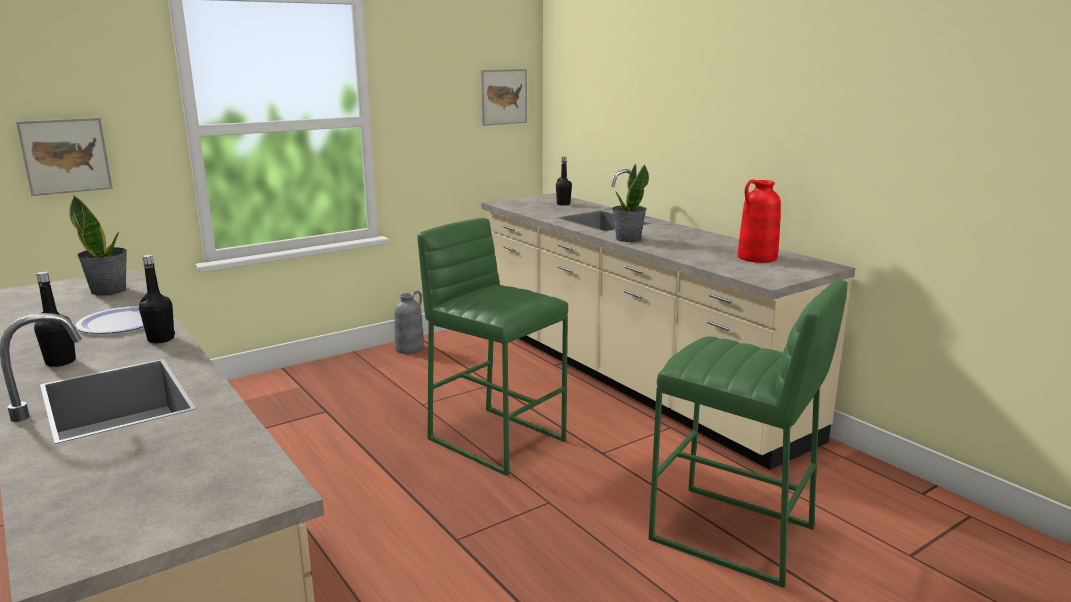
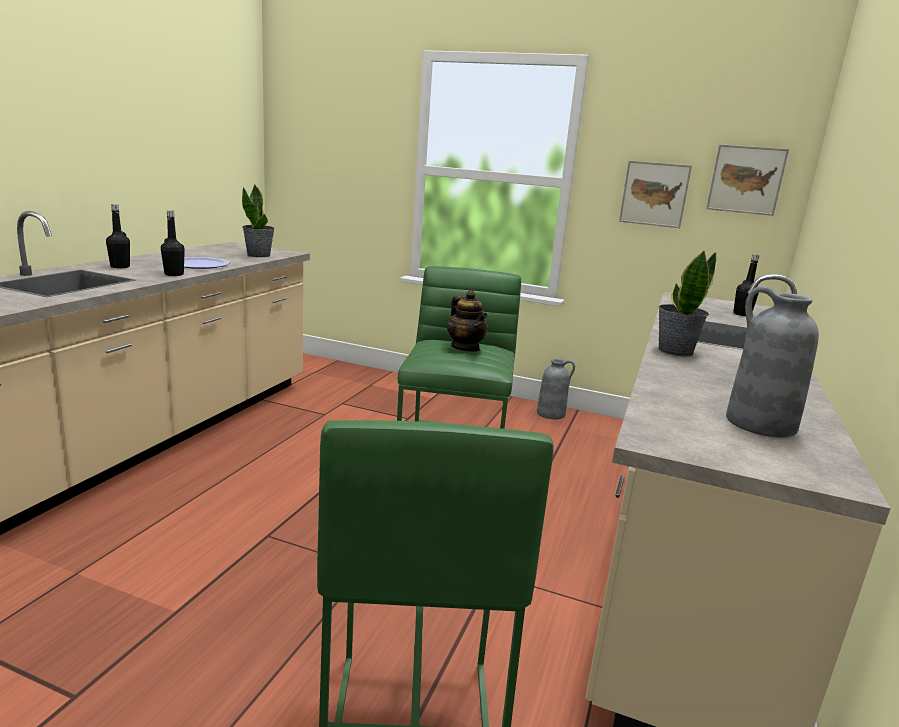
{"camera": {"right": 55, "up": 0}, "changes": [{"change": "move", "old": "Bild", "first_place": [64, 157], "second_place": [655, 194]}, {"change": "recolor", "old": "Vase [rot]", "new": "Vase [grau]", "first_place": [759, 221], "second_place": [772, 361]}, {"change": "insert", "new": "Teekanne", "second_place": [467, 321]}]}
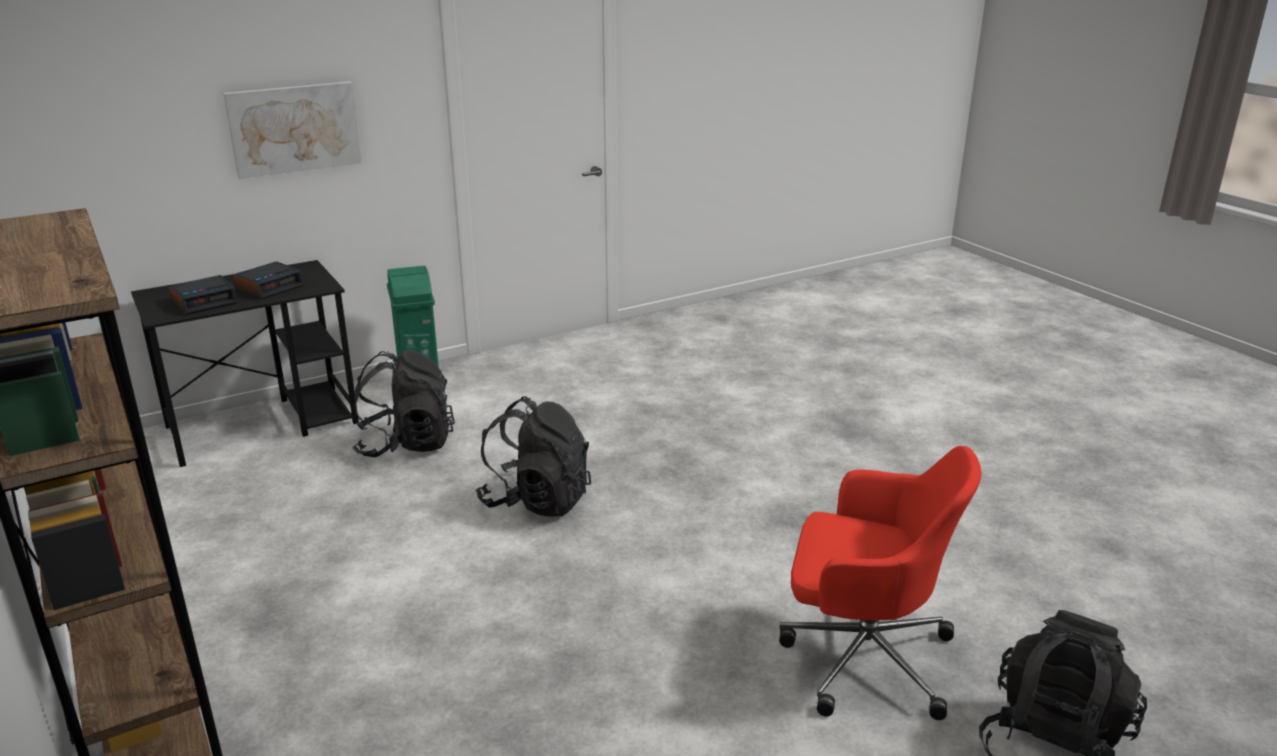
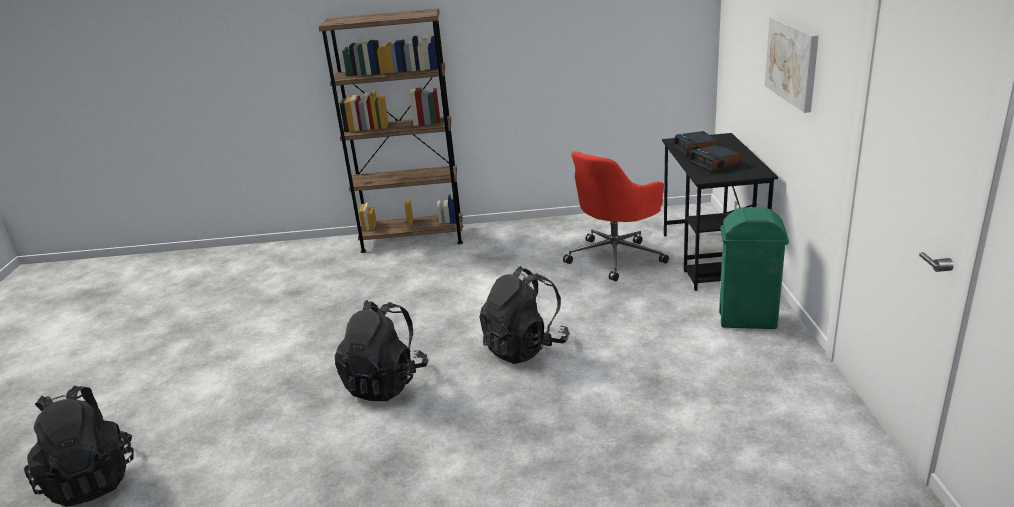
{"camera": {"right": 120, "up": 0}, "changes": [{"change": "move", "old": "Rucksack [schwarz]", "first_place": [403, 403], "second_place": [382, 350]}, {"change": "move", "old": "Bürostuhl [rot]", "first_place": [880, 583], "second_place": [616, 216]}]}
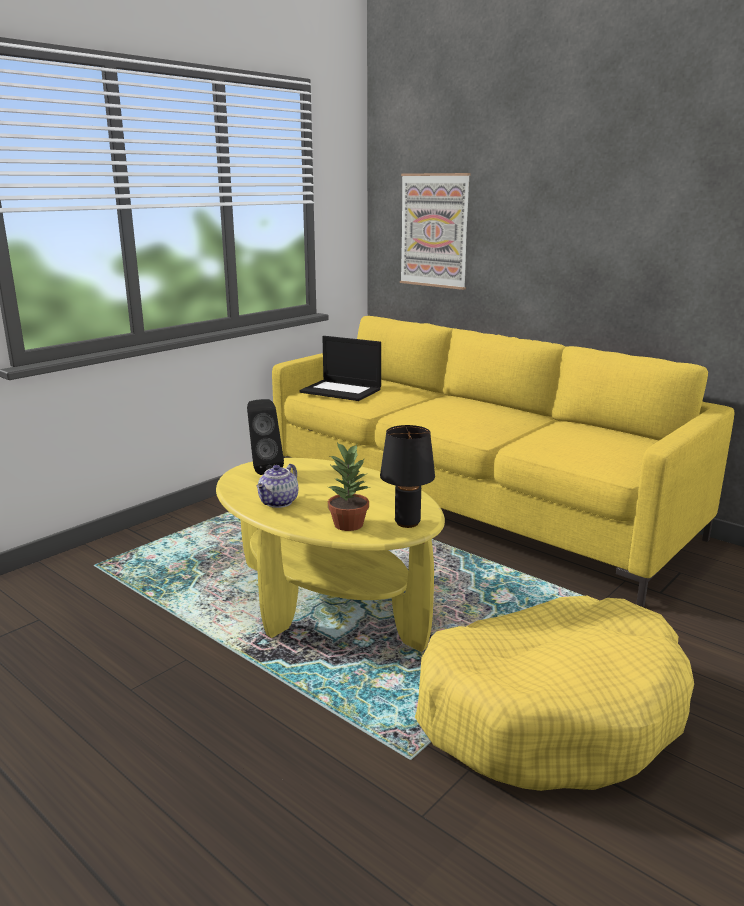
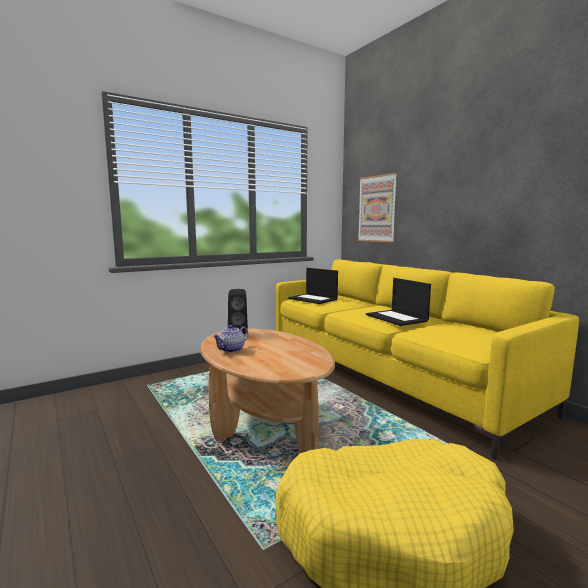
{"camera": {"right": 15, "up": -10}, "changes": [{"change": "recolor", "old": "Couchtisch [gelb]", "new": "Couchtisch [braun]", "first_place": [330, 555], "second_place": [267, 390]}, {"change": "delete", "old": "Topfpflanze", "first_place": [349, 486]}, {"change": "delete", "old": "Tischlampe [schwarz]", "first_place": [407, 476]}, {"change": "insert", "new": "Laptop", "second_place": [398, 302]}]}
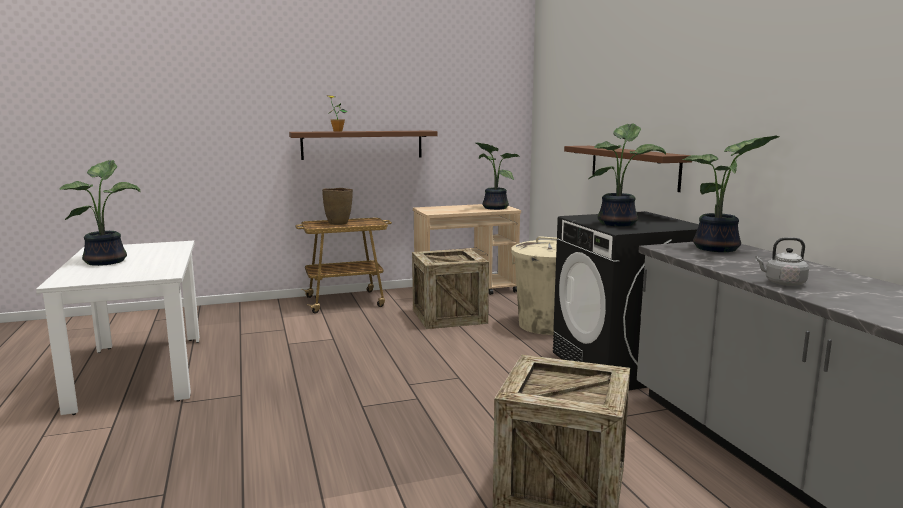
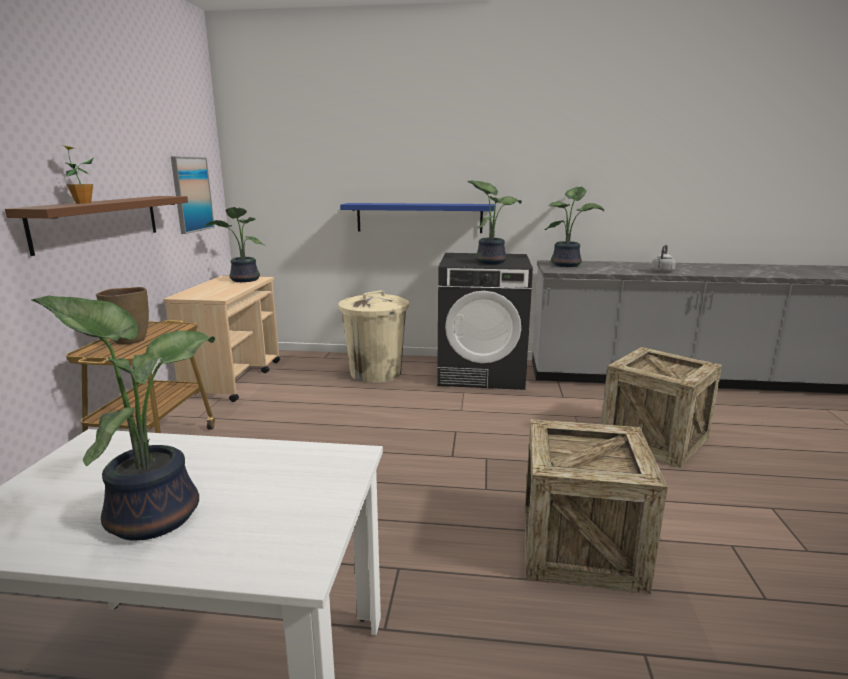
{"camera": {"right": -65, "up": 5}, "changes": [{"change": "move", "old": "Kiste", "first_place": [450, 289], "second_place": [596, 506]}, {"change": "recolor", "old": "Wandregal [braun]", "new": "Wandregal [blau]", "first_place": [628, 169], "second_place": [417, 218]}, {"change": "insert", "new": "Bild", "second_place": [193, 195]}]}
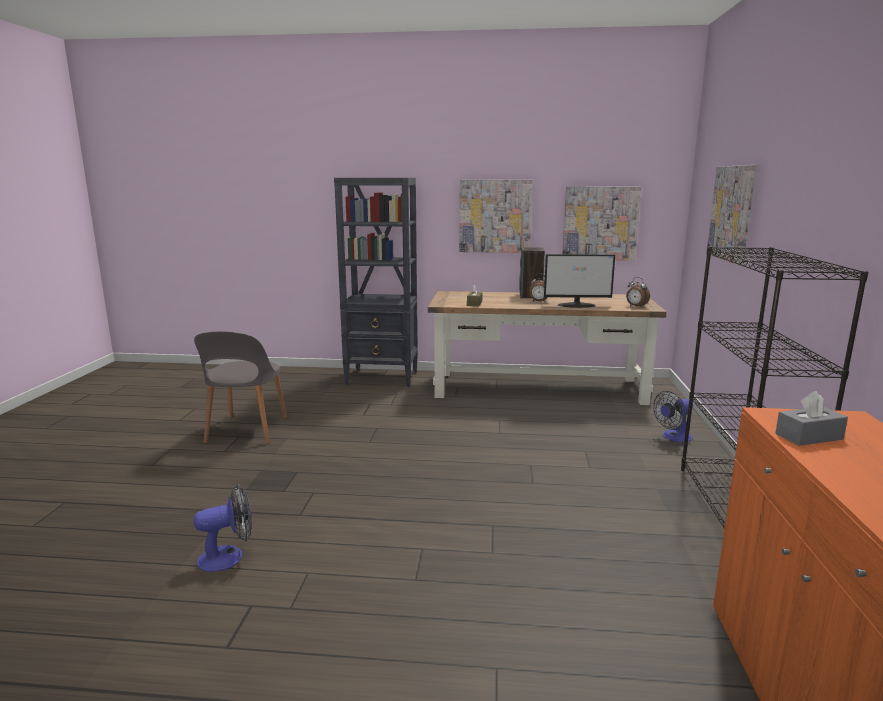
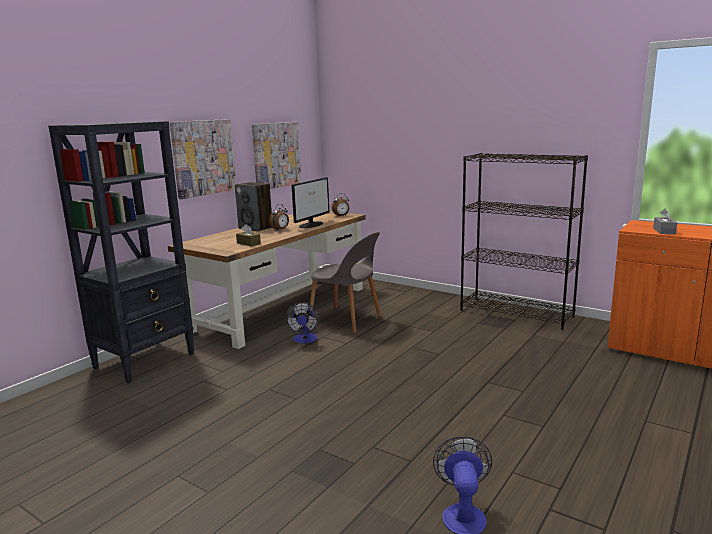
{"camera": {"right": -60, "up": 0}, "changes": [{"change": "move", "old": "Stuhl [grau]", "first_place": [240, 388], "second_place": [345, 282]}, {"change": "move", "old": "Ventilator", "first_place": [673, 416], "second_place": [302, 322]}, {"change": "delete", "old": "Bild", "first_place": [731, 215]}]}
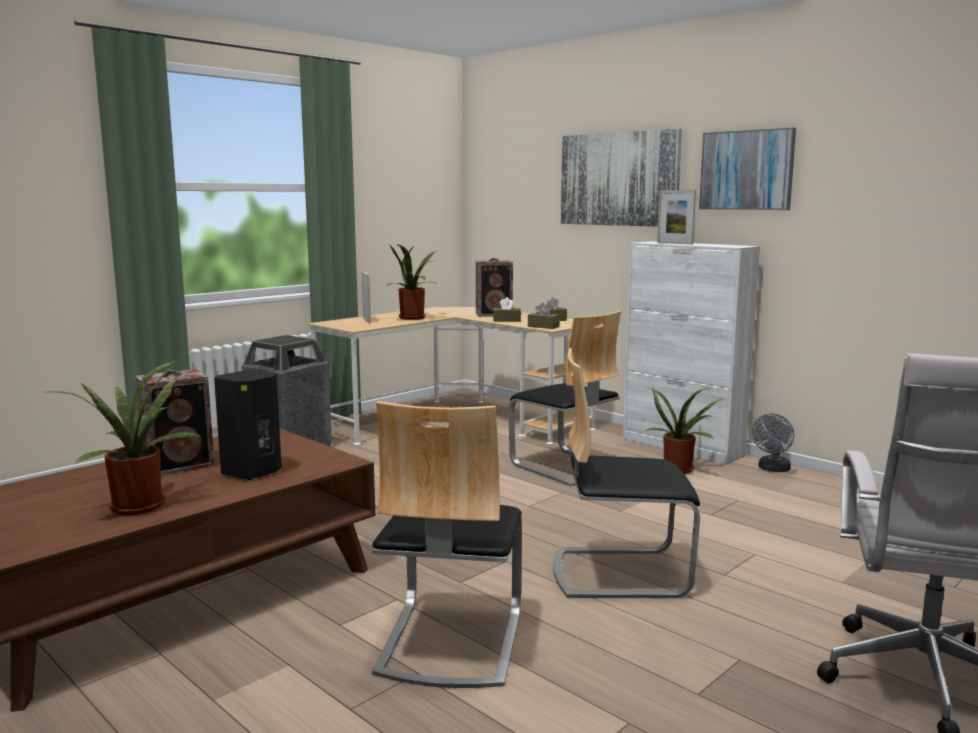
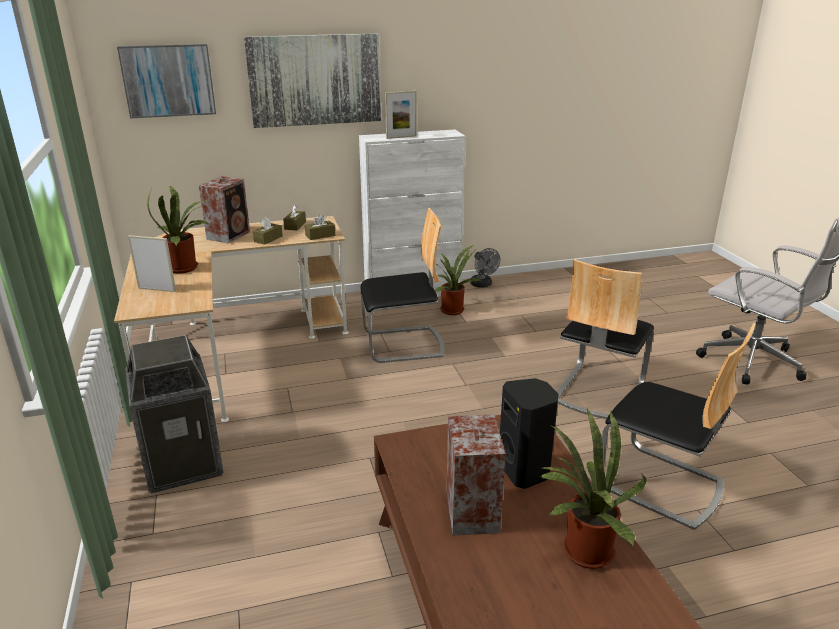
{"camera": {"right": -60, "up": 15}, "changes": [{"change": "move", "old": "Bild", "first_place": [747, 169], "second_place": [166, 81]}]}
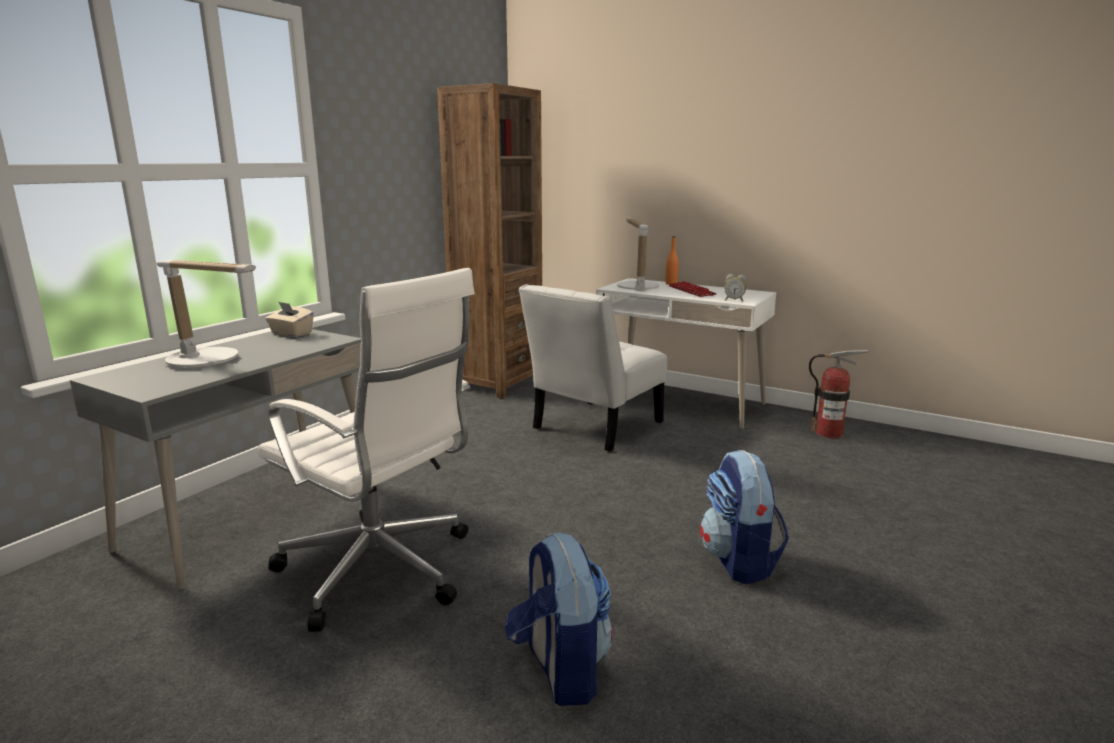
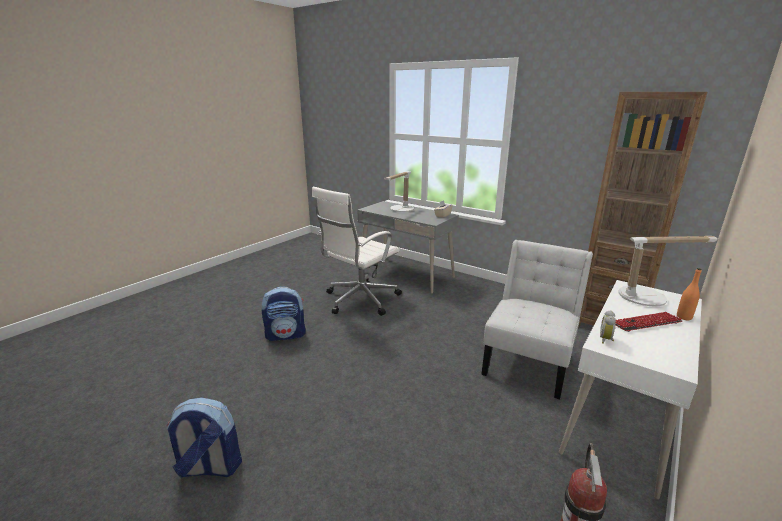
{"camera": {"right": 95, "up": 5}, "changes": [{"change": "rotate", "old": "Stuhl [weiß]", "first_place": [593, 368], "second_place": [537, 320], "degrees": 75}, {"change": "move", "old": "Rucksack", "first_place": [744, 517], "second_place": [204, 437]}]}
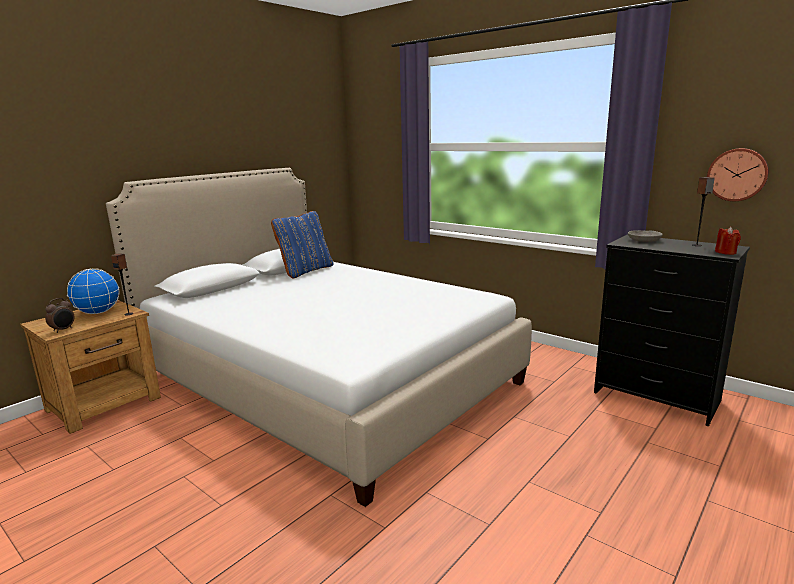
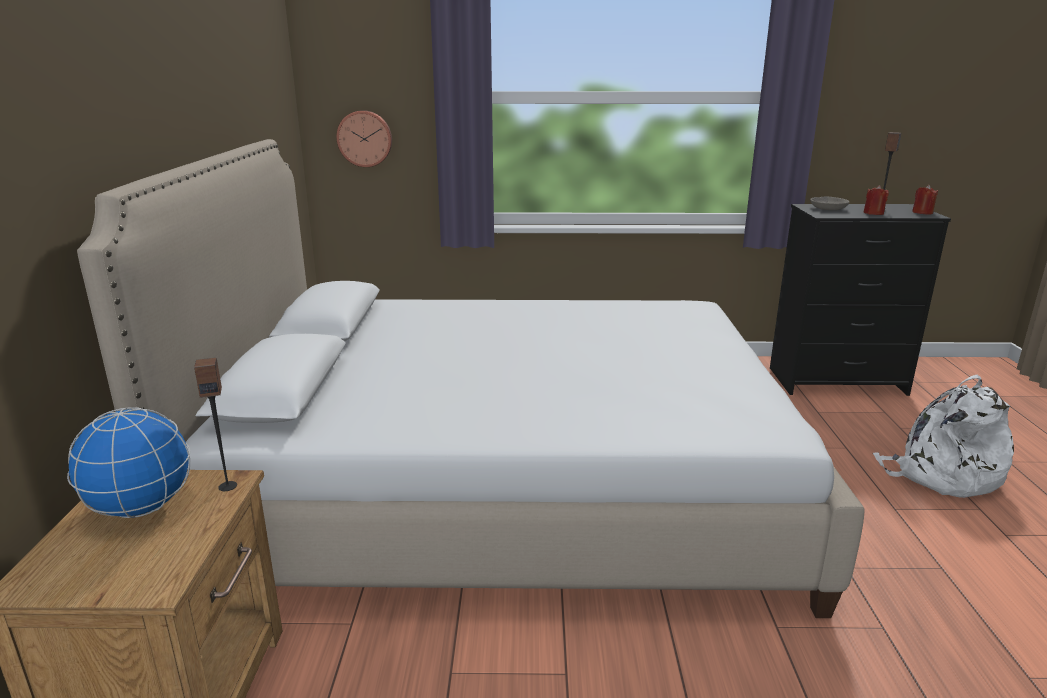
{"camera": {"right": -40, "up": 5}, "changes": [{"change": "delete", "old": "Wecker", "first_place": [59, 315]}, {"change": "delete", "old": "Kissen [blau]", "first_place": [302, 245]}, {"change": "move", "old": "Wanduhr", "first_place": [738, 174], "second_place": [364, 138]}, {"change": "insert", "new": "Kerze [rot]", "second_place": [876, 200]}, {"change": "insert", "new": "Rucksack [weiß]", "second_place": [943, 436]}]}
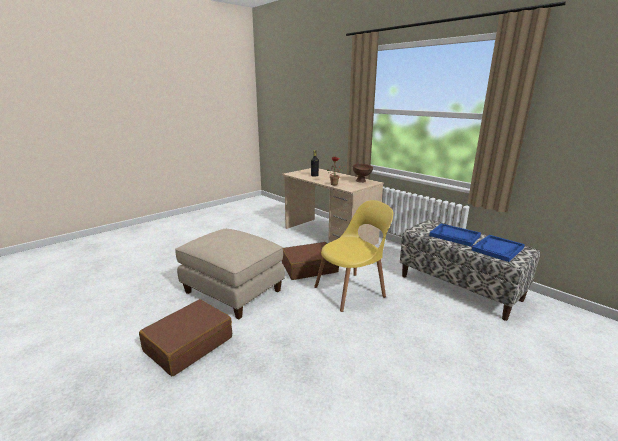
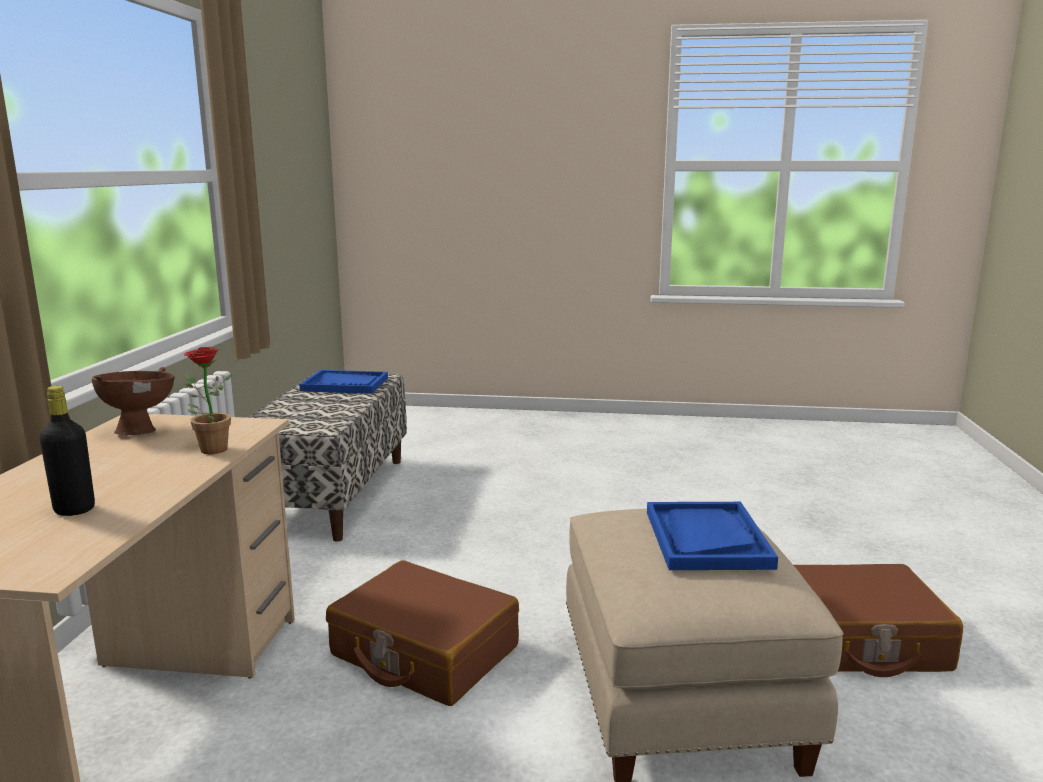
{"camera": {"right": -130, "up": -5}, "changes": [{"change": "delete", "old": "Stuhl [gelb]", "first_place": [353, 256]}, {"change": "move", "old": "Tablett [blau]", "first_place": [455, 235], "second_place": [712, 536]}]}
